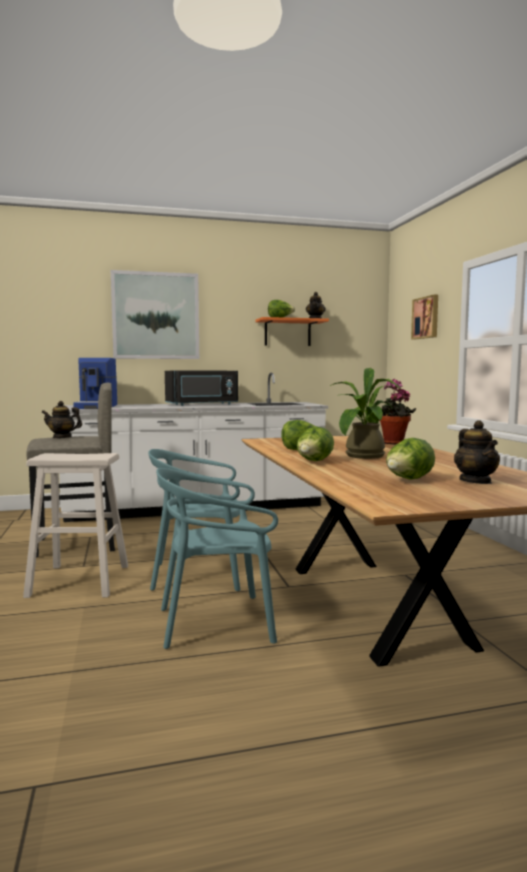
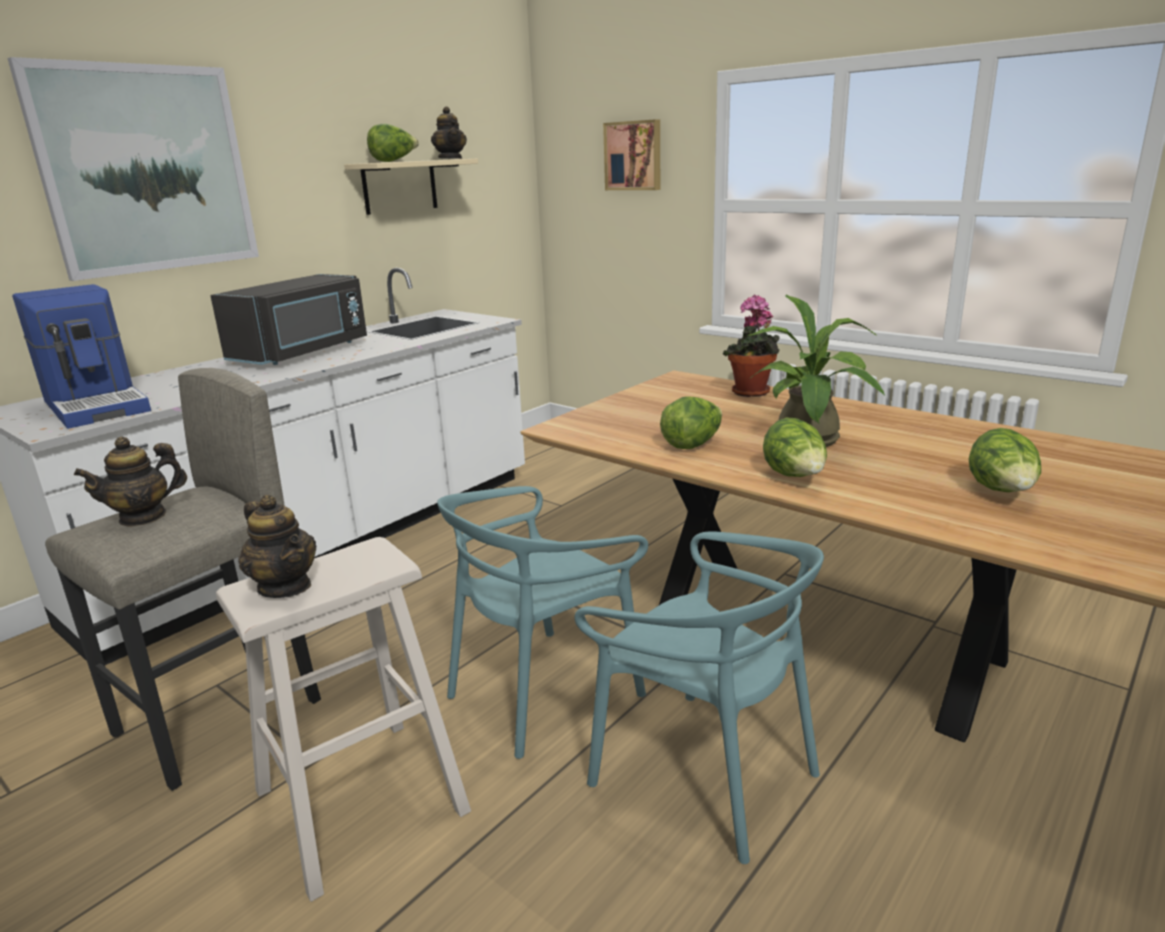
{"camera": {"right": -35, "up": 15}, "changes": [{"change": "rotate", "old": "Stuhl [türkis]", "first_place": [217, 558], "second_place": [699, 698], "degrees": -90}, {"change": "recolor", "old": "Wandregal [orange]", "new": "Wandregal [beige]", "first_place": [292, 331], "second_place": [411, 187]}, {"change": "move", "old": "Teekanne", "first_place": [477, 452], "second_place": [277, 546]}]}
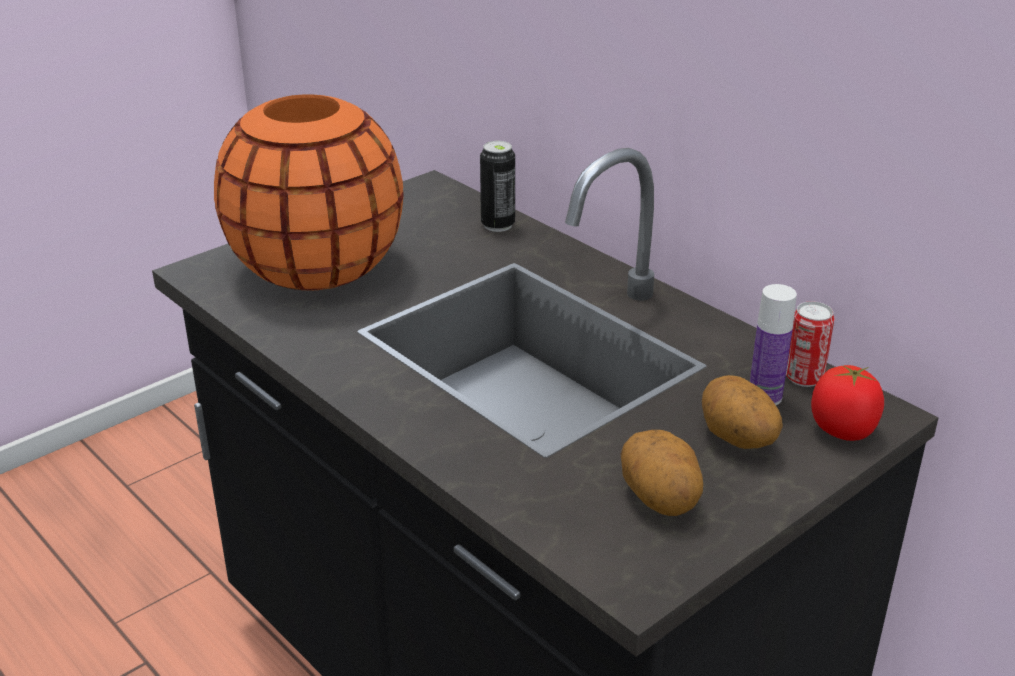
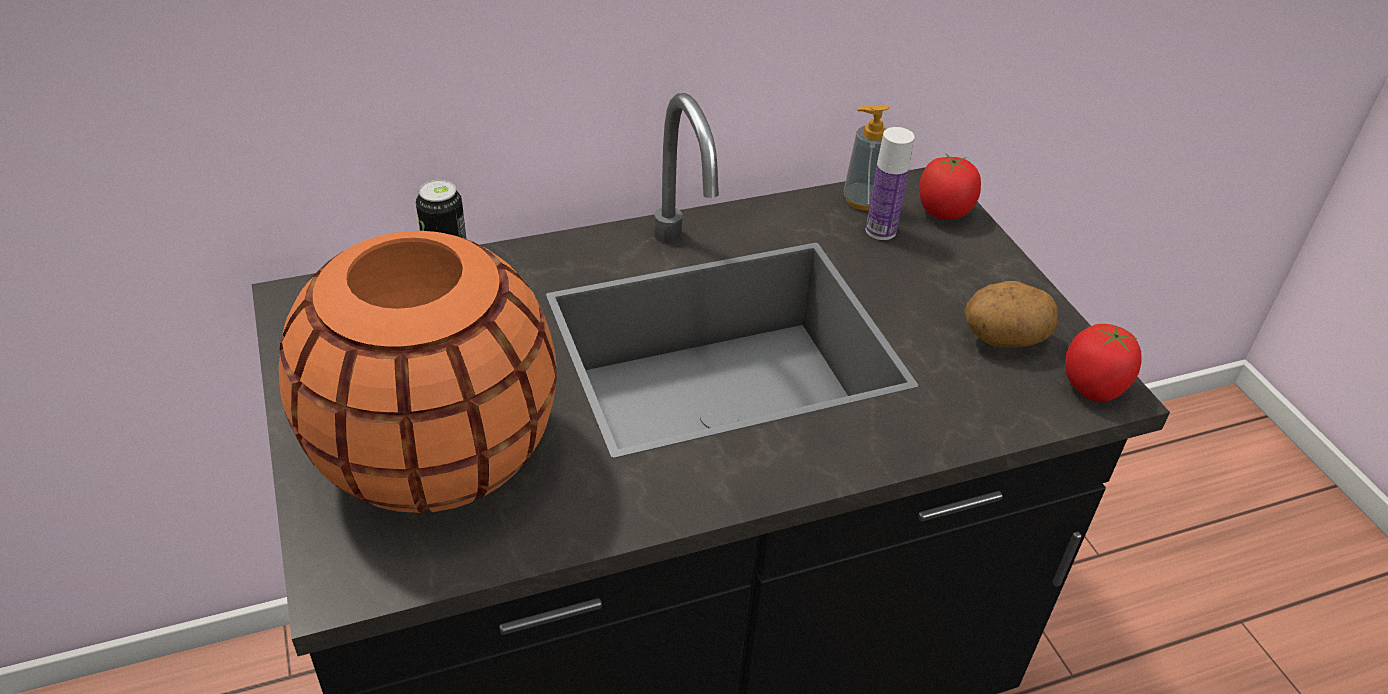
{"camera": {"right": -70, "up": 10}, "changes": [{"change": "delete", "old": "Kartoffel", "first_place": [742, 412]}, {"change": "replace", "old": "Dose", "new": "Seifenspender", "first_place": [810, 344], "second_place": [866, 157]}, {"change": "insert", "new": "Tomate", "second_place": [1103, 363]}]}
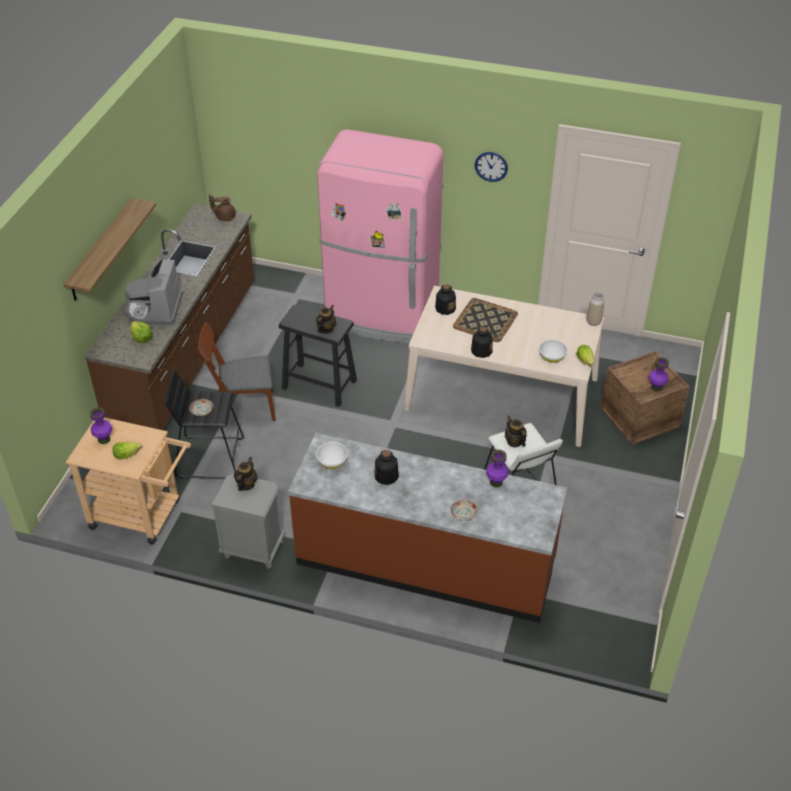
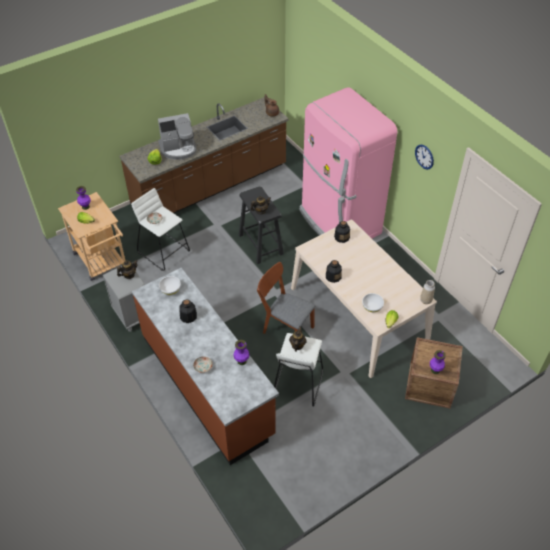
{"camera": {"right": 40, "up": 5}, "changes": [{"change": "delete", "old": "Wandregal", "first_place": [109, 249]}, {"change": "rotate", "old": "Kaffeemaschine", "first_place": [154, 292], "second_place": [177, 136], "degrees": -150}, {"change": "recolor", "old": "Hocker [schwarz]", "new": "Hocker [weiß]", "first_place": [204, 424], "second_place": [160, 229]}, {"change": "move", "old": "Stuhl [braun]", "first_place": [237, 371], "second_place": [286, 298]}, {"change": "delete", "old": "Tablett", "first_place": [485, 320]}]}
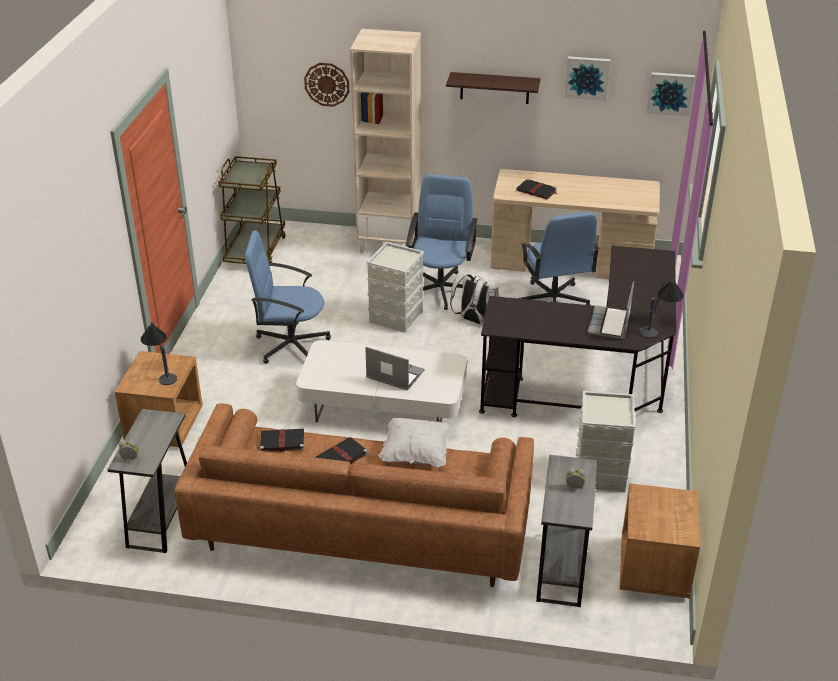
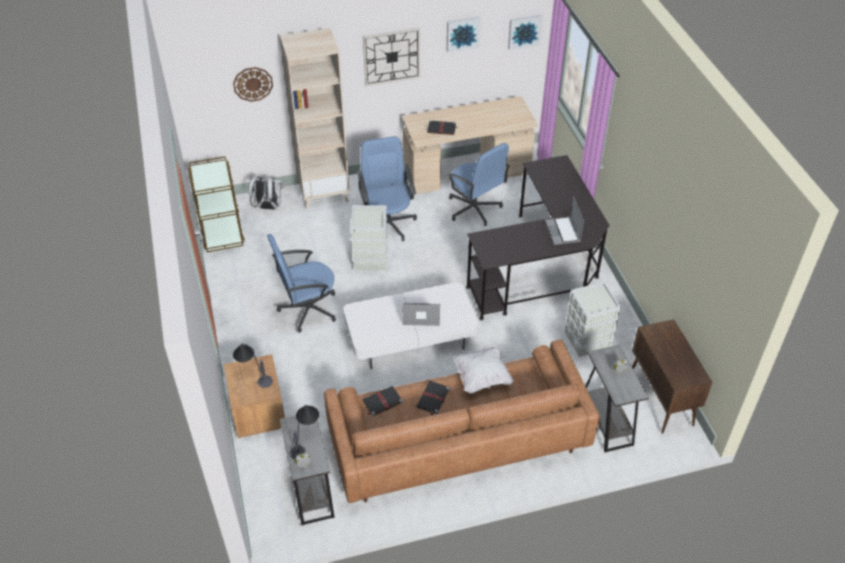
{"camera": {"right": -25, "up": 10}, "changes": [{"change": "replace", "old": "Wandregal", "new": "Wanduhr", "first_place": [493, 88], "second_place": [391, 57]}, {"change": "move", "old": "Rucksack [weiß]", "first_place": [474, 299], "second_place": [265, 193]}, {"change": "replace", "old": "Nachttisch [braun]", "new": "Schrank [braun]", "first_place": [660, 540], "second_place": [672, 376]}, {"change": "move", "old": "Tischlampe", "first_place": [661, 308], "second_place": [304, 432]}]}
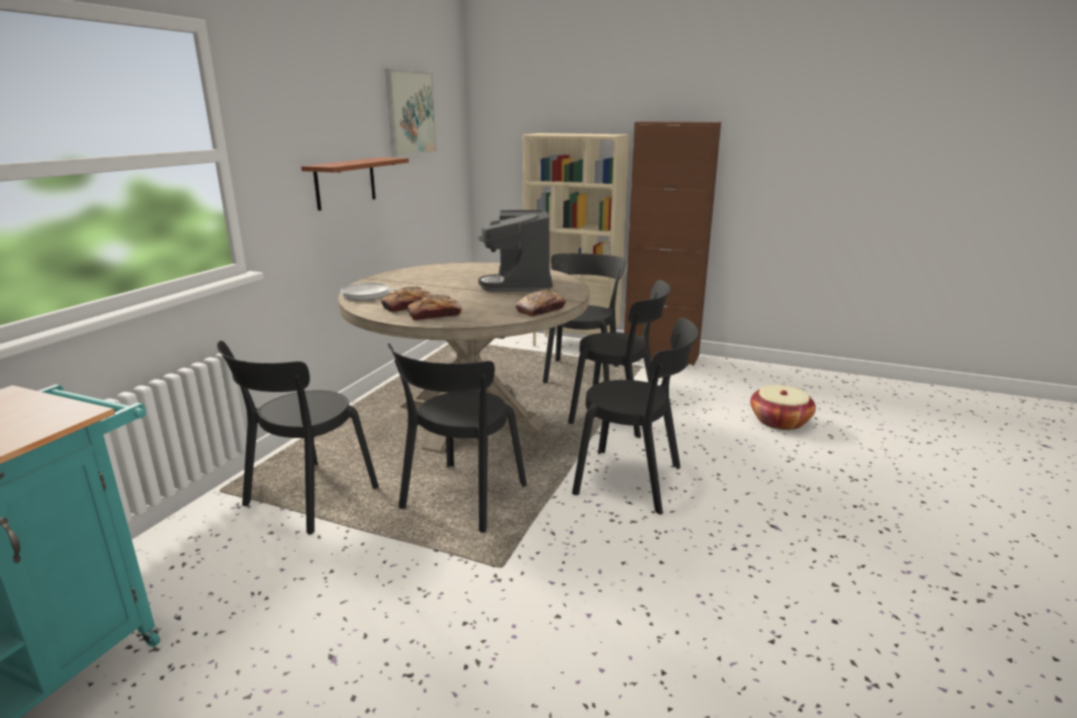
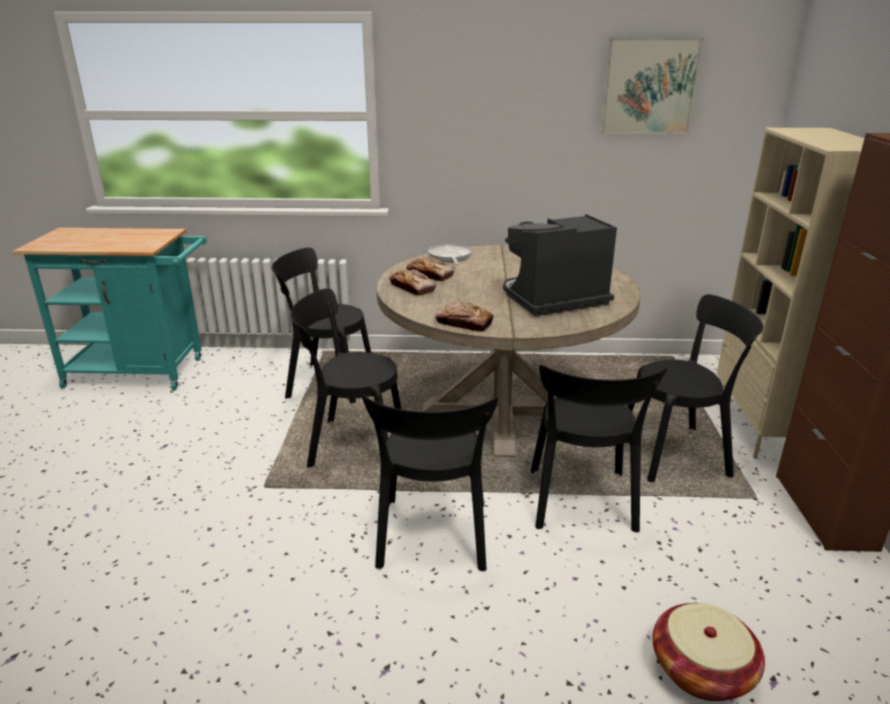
{"camera": {"right": 70, "up": 5}, "changes": [{"change": "delete", "old": "Wandregal [braun]", "first_place": [355, 184]}]}
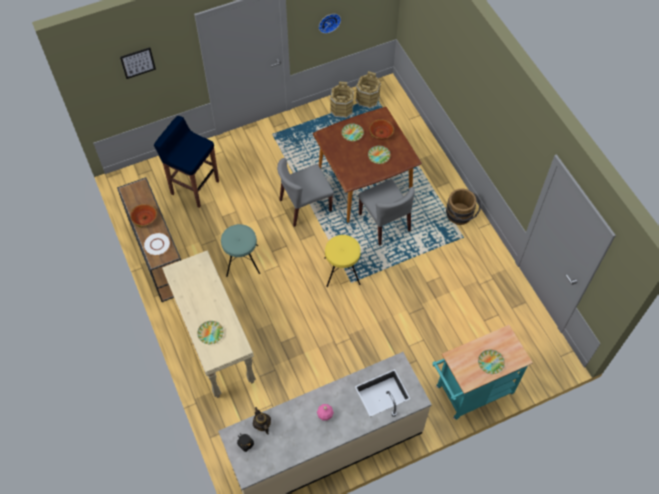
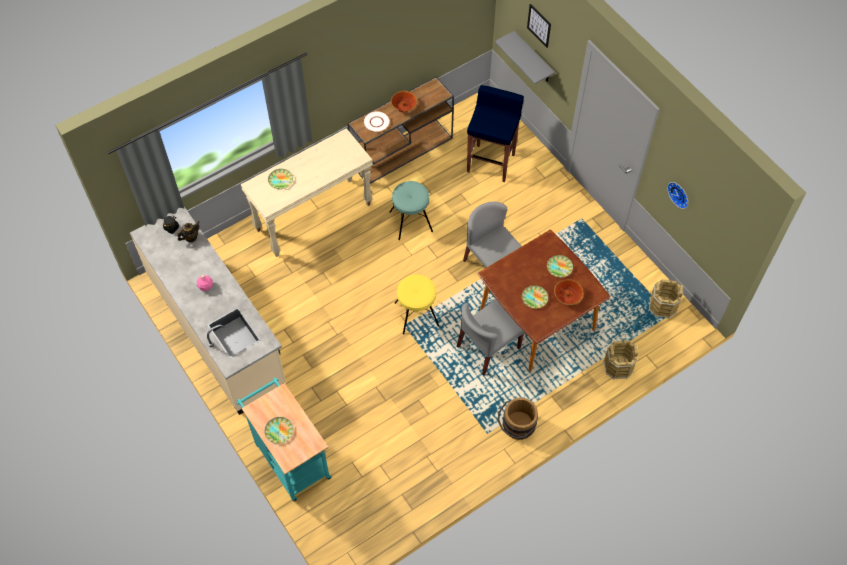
{"camera": {"right": 80, "up": 0}, "changes": [{"change": "move", "old": "Eimer [braun]", "first_place": [342, 99], "second_place": [620, 359]}, {"change": "insert", "new": "Wandregal [grau]", "second_place": [525, 57]}]}
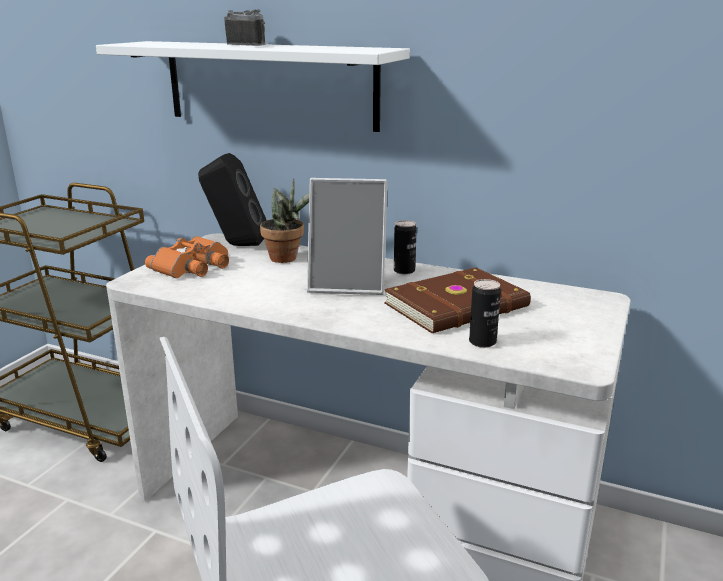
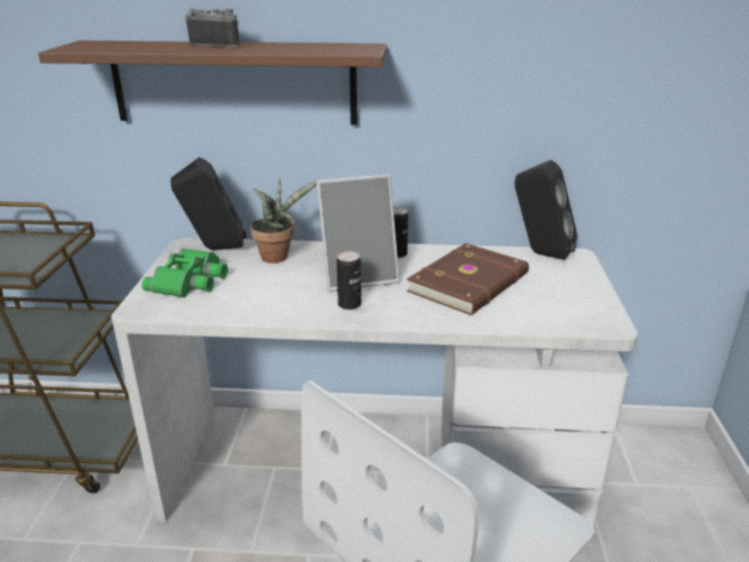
{"camera": {"right": -20, "up": 5}, "changes": [{"change": "recolor", "old": "Wandregal [weiß]", "new": "Wandregal [braun]", "first_place": [253, 86], "second_place": [212, 83]}, {"change": "recolor", "old": "Fernglas [orange]", "new": "Fernglas [grün]", "first_place": [187, 257], "second_place": [185, 273]}, {"change": "move", "old": "Dose", "first_place": [485, 313], "second_place": [349, 280]}, {"change": "insert", "new": "Lautsprecher [schwarz]", "second_place": [546, 210]}]}
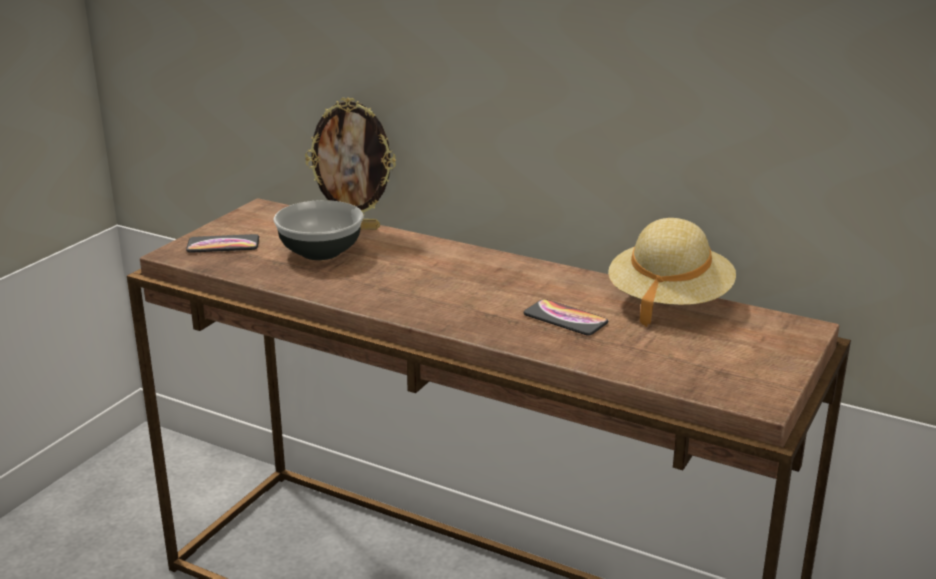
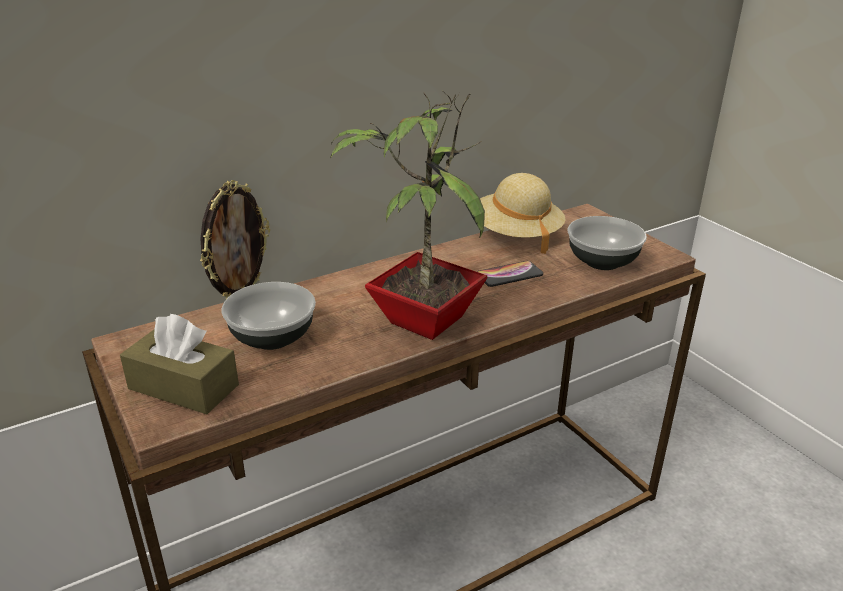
{"camera": {"right": -60, "up": 5}, "changes": [{"change": "replace", "old": "Handy", "new": "Taschentuchbox [braun]", "first_place": [222, 243], "second_place": [179, 364]}, {"change": "insert", "new": "Topfpflanze", "second_place": [409, 215]}, {"change": "insert", "new": "Schüssel", "second_place": [607, 243]}]}
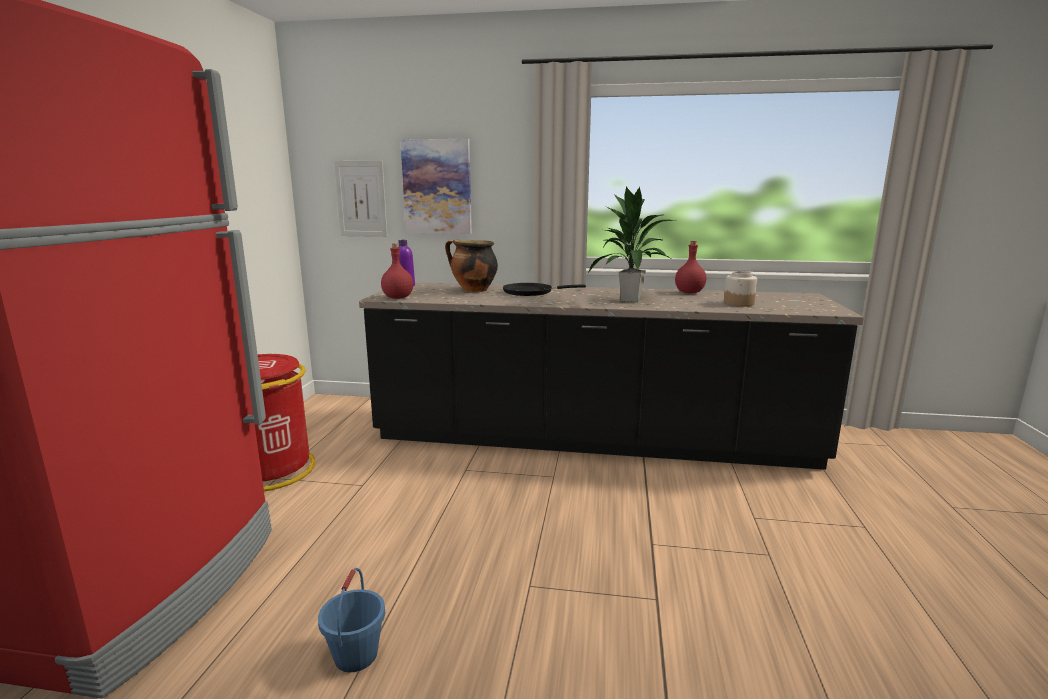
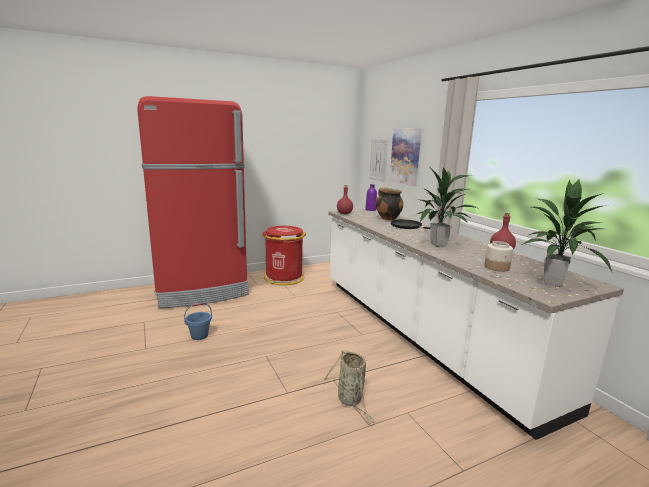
{"camera": {"right": 55, "up": 0}, "changes": [{"change": "recolor", "old": "Küchenzeile [schwarz]", "new": "Küchenzeile [weiß]", "first_place": [611, 376], "second_place": [476, 324]}, {"change": "insert", "new": "Korb", "second_place": [349, 386]}, {"change": "insert", "new": "Topfpflanze", "second_place": [567, 233]}]}
